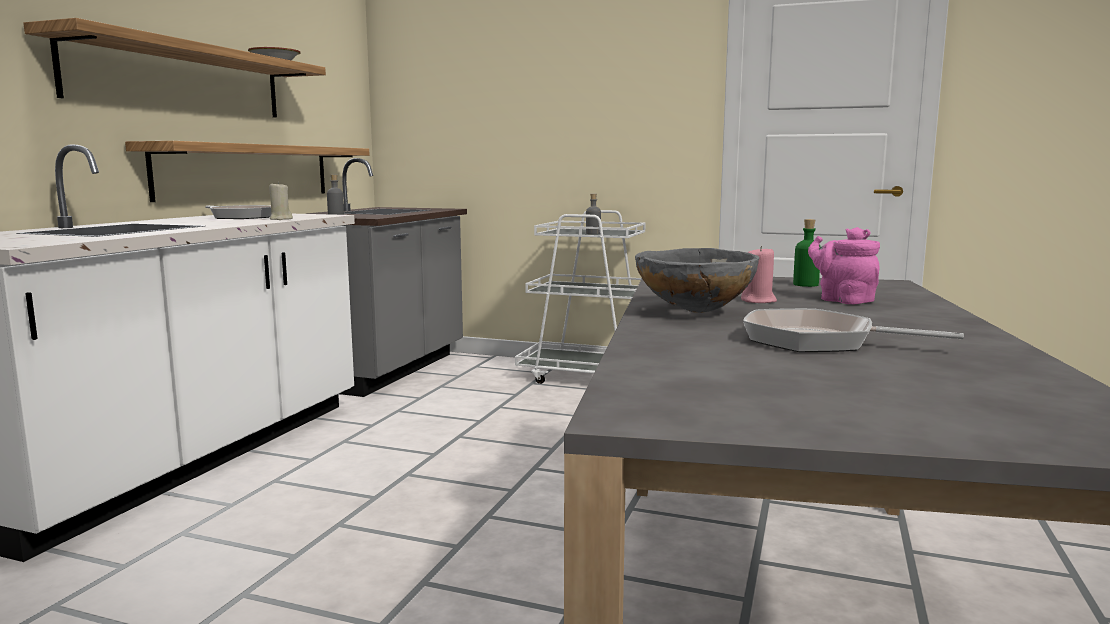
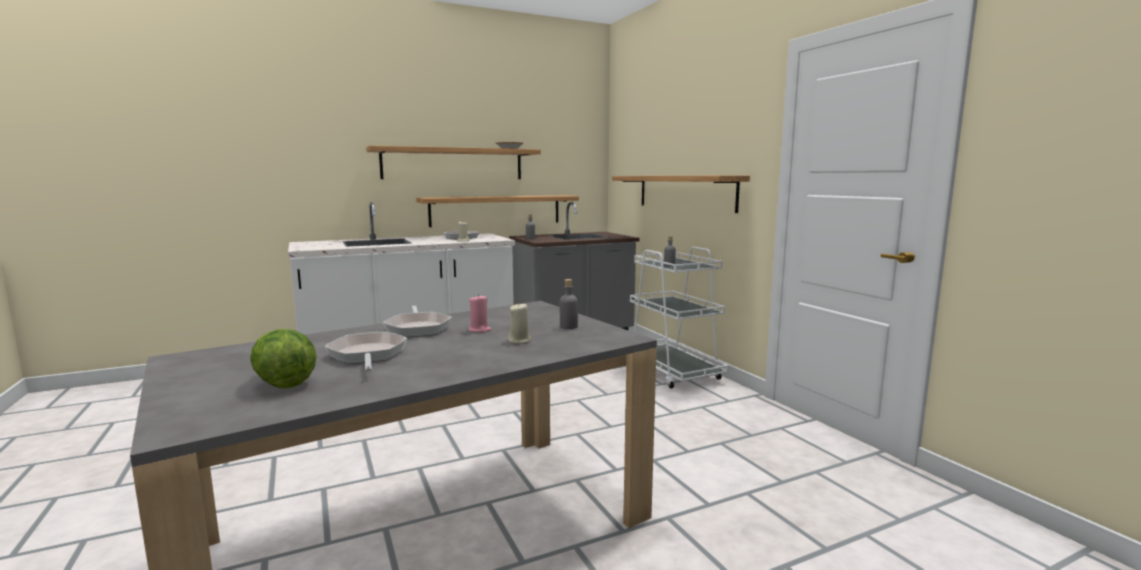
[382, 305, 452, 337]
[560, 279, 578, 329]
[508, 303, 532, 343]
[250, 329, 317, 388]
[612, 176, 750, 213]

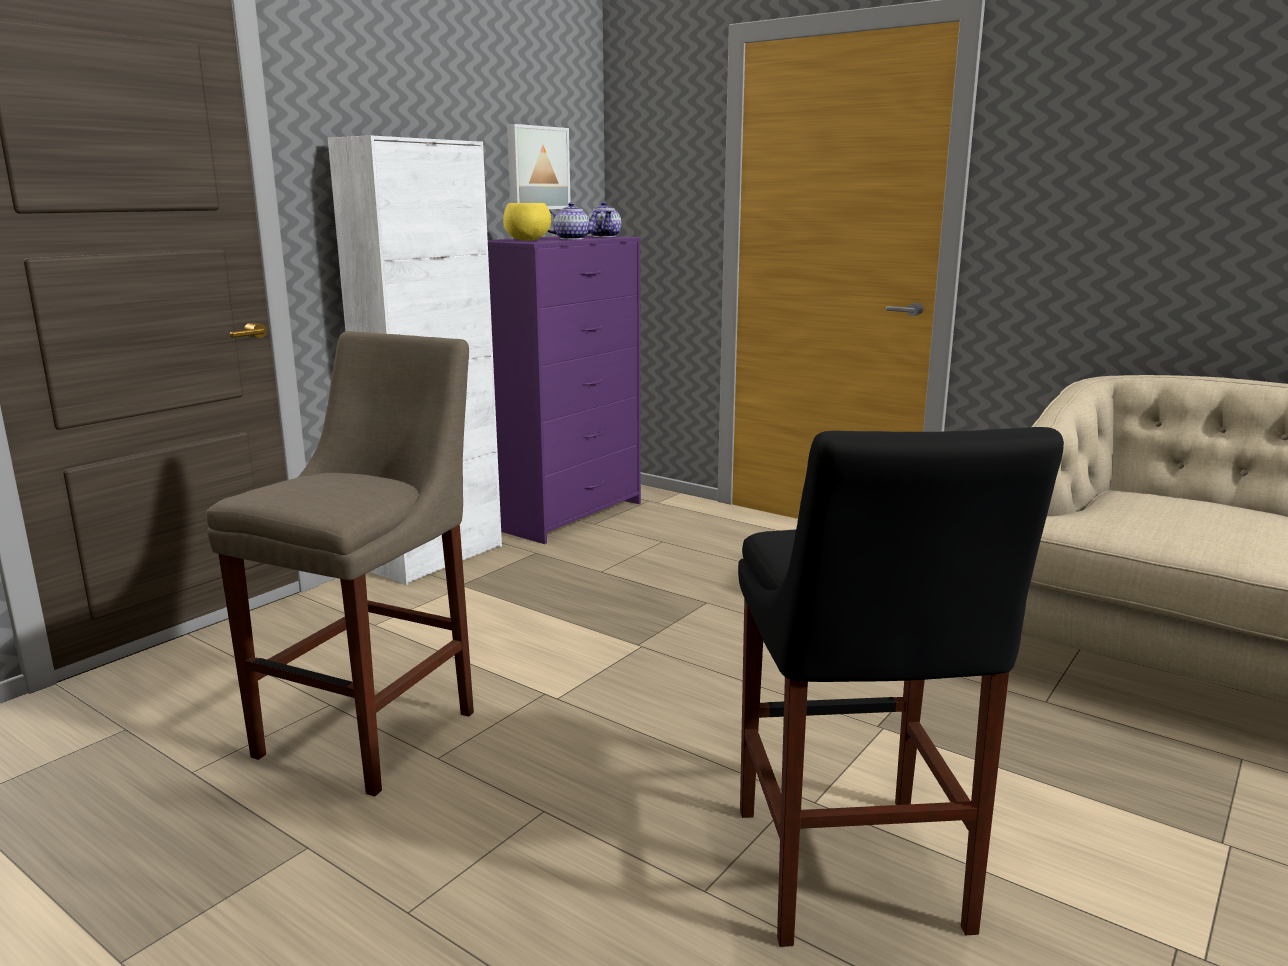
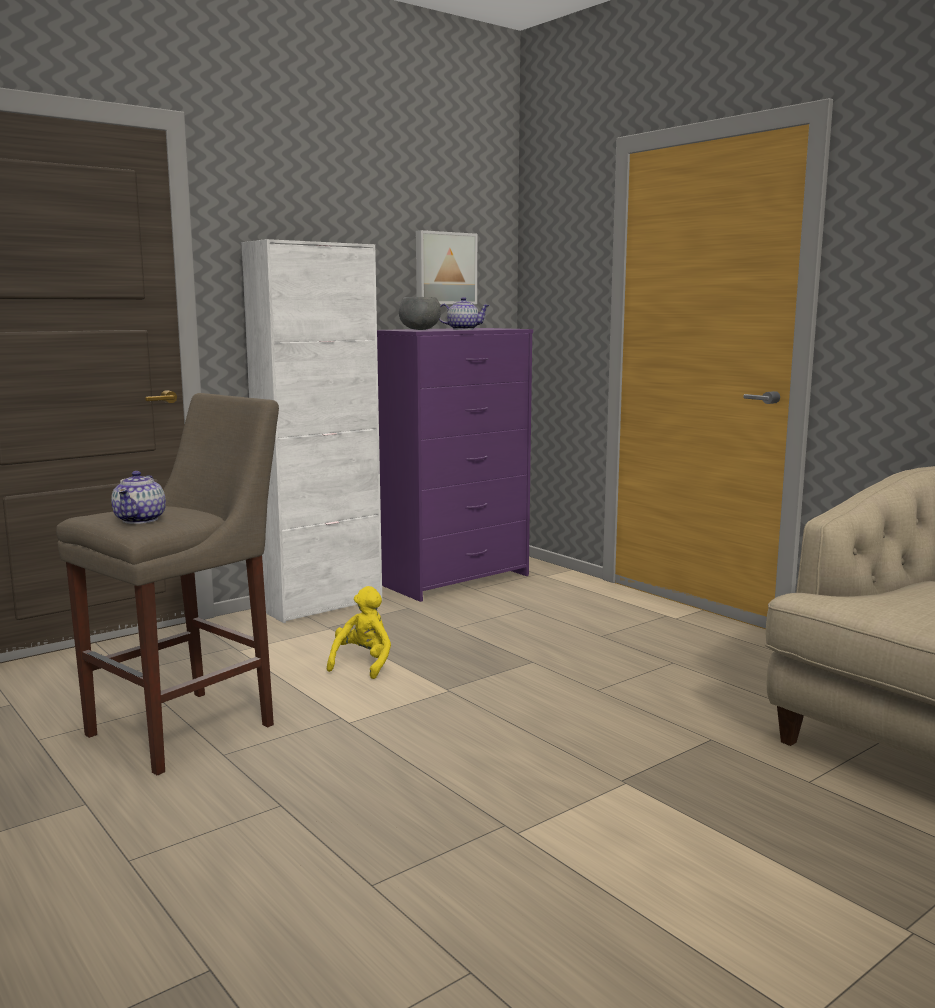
[399, 297, 441, 330]
[111, 471, 166, 524]
[738, 427, 1064, 947] (first image)
[327, 586, 391, 679]

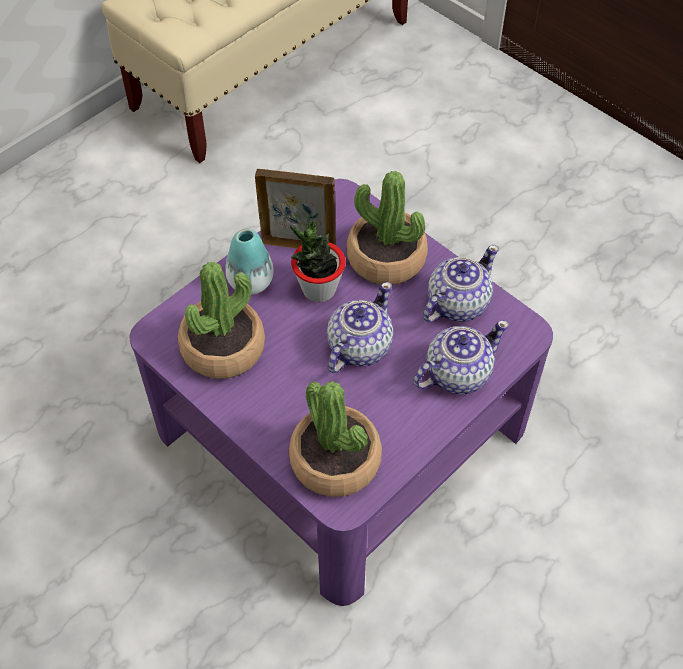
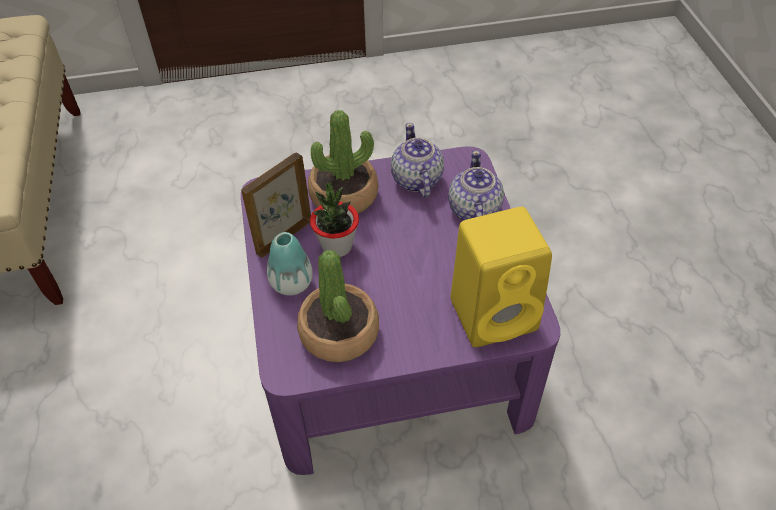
[451, 207, 552, 347]
[327, 282, 393, 373] (first image)

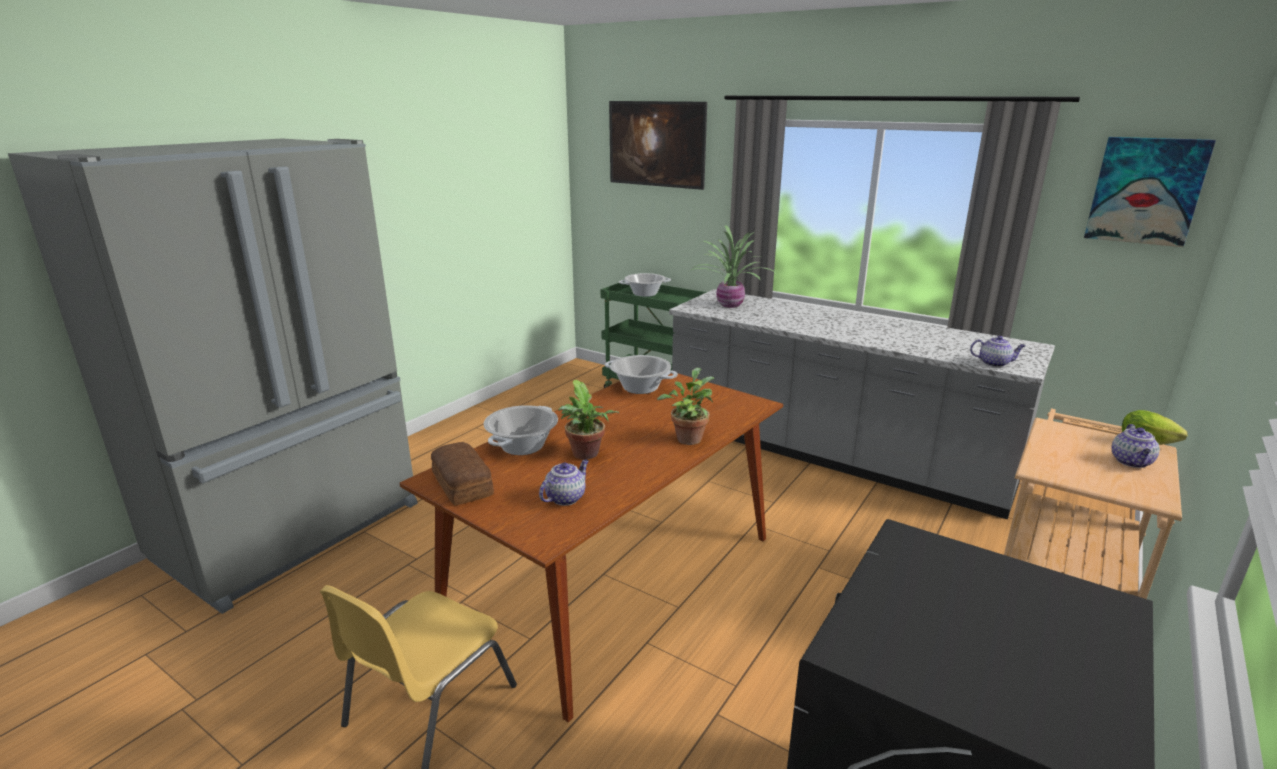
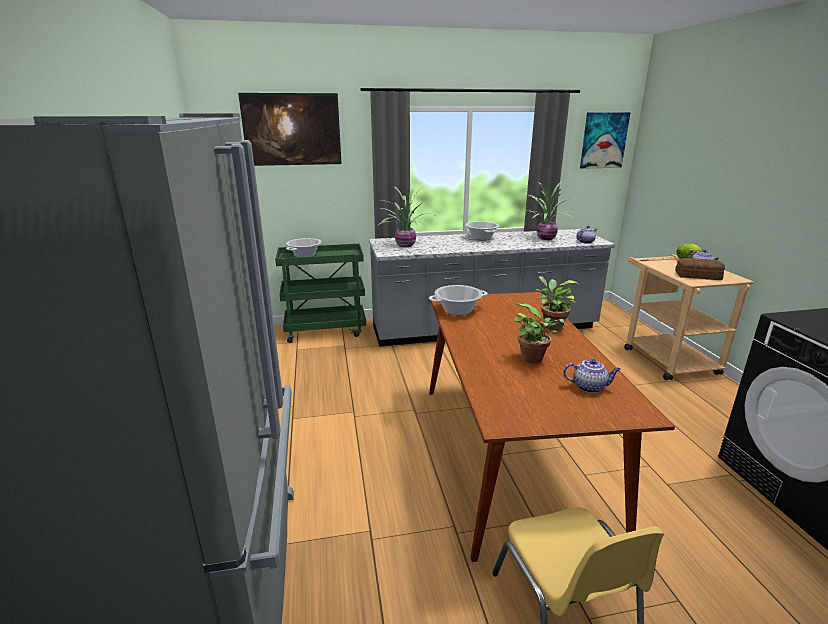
[675, 258, 725, 280]
[465, 221, 499, 240]
[563, 359, 621, 393]
[516, 182, 576, 240]

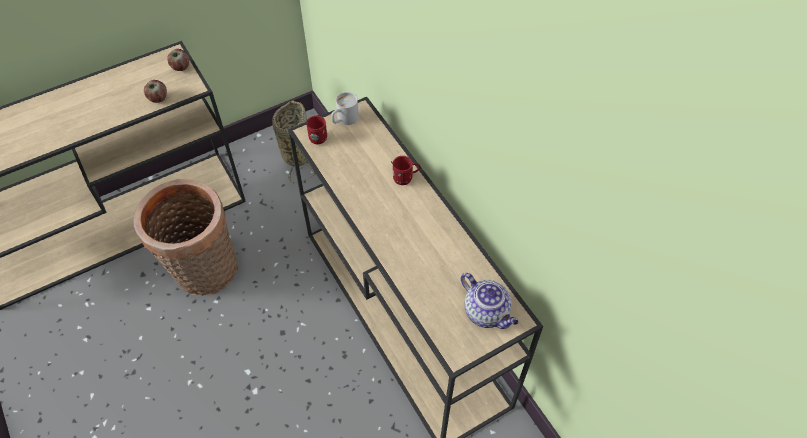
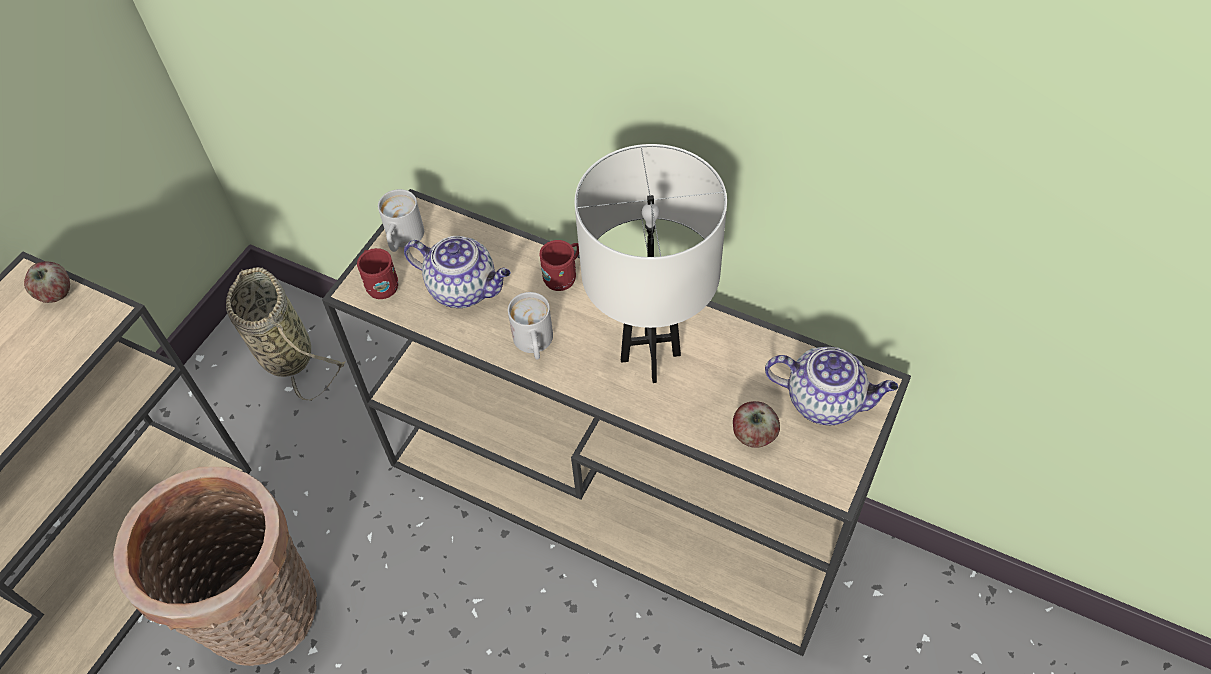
[733, 401, 780, 448]
[404, 236, 511, 308]
[508, 292, 553, 359]
[575, 144, 727, 383]

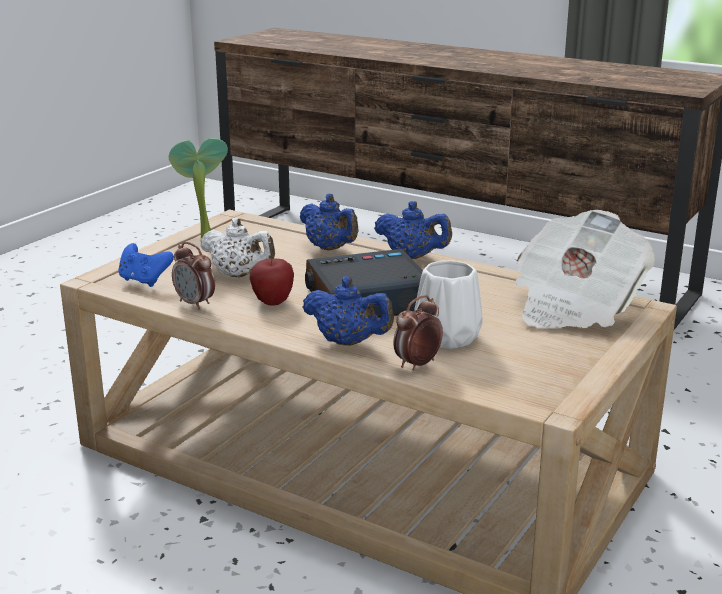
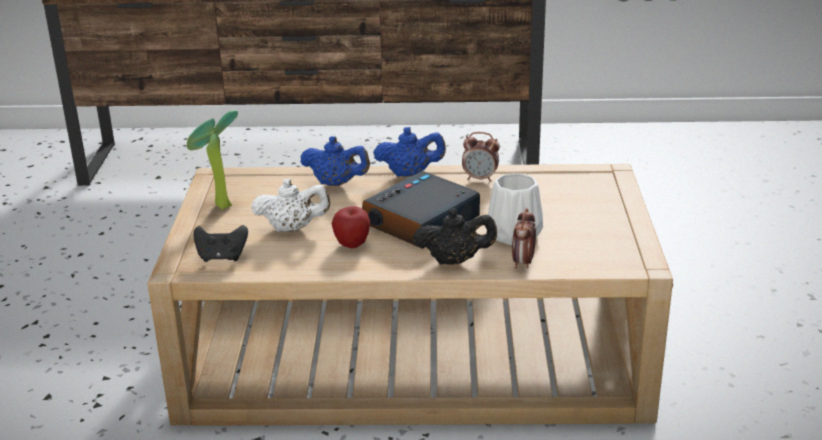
[193, 225, 248, 262]
[462, 132, 500, 182]
[413, 208, 497, 265]
[515, 210, 655, 329] (first image)

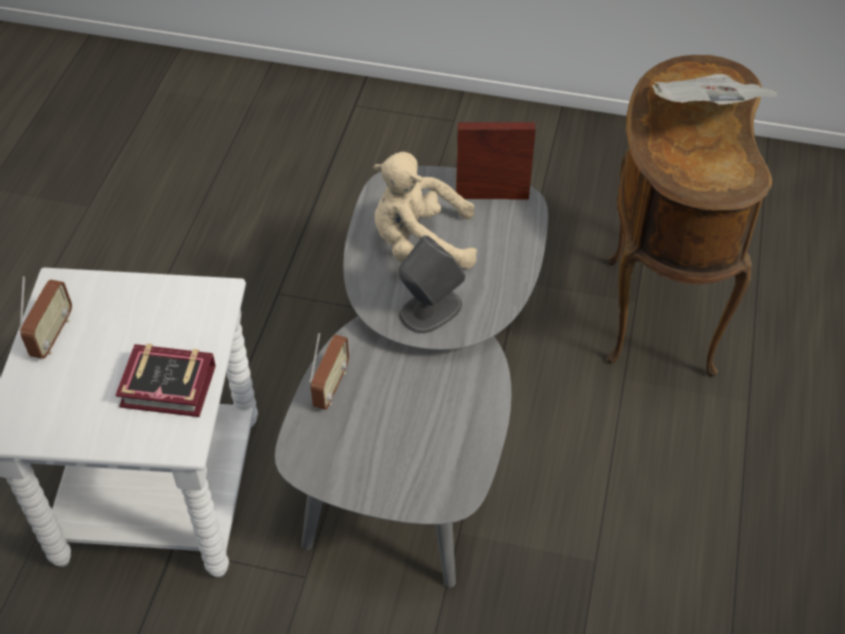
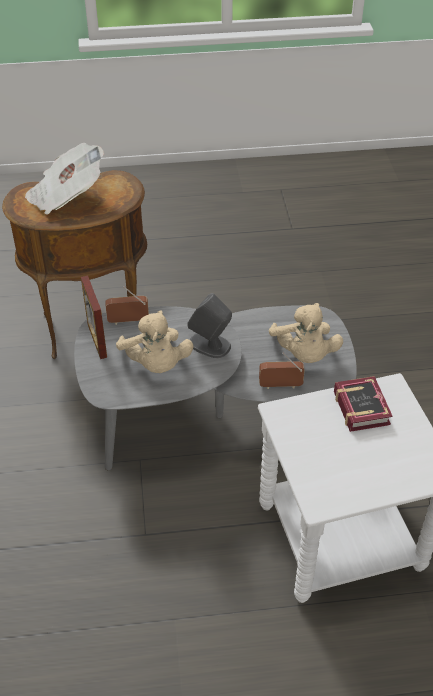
[105, 287, 149, 325]
[269, 303, 343, 363]

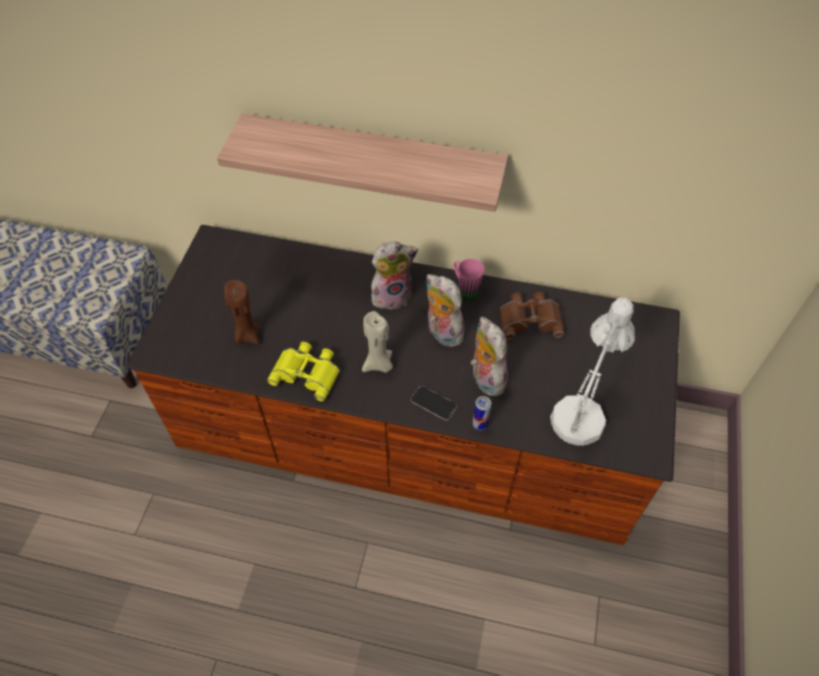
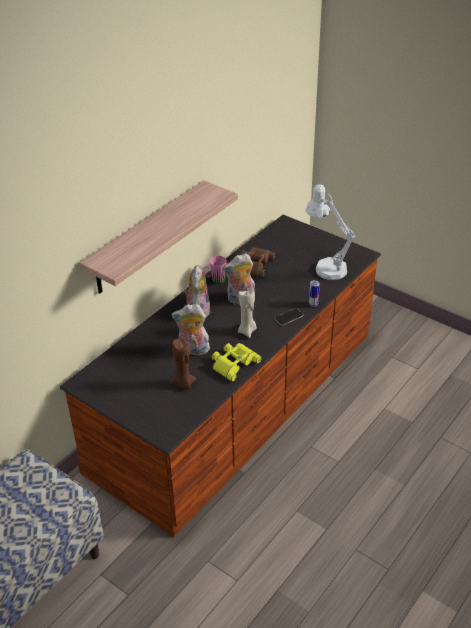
[172, 304, 211, 355]

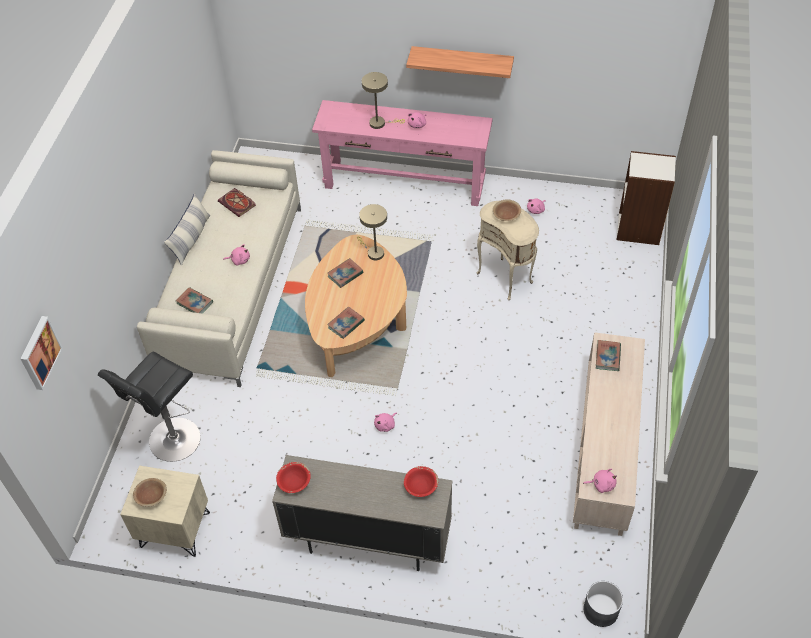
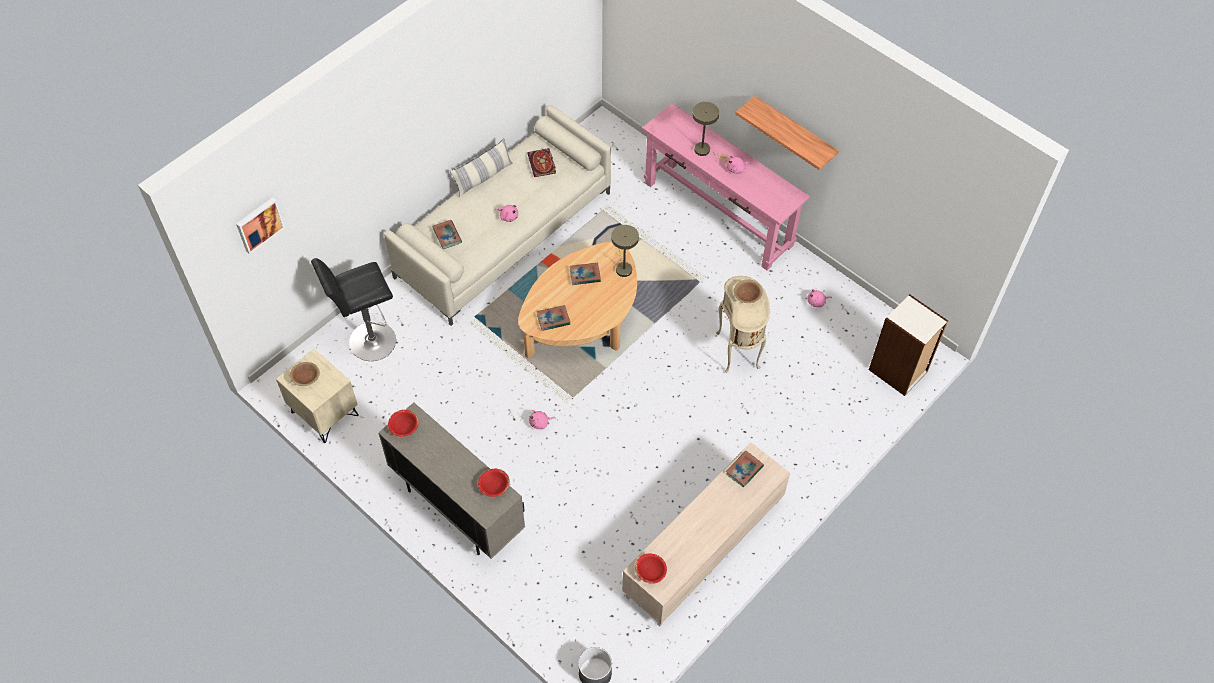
[635, 553, 667, 584]

